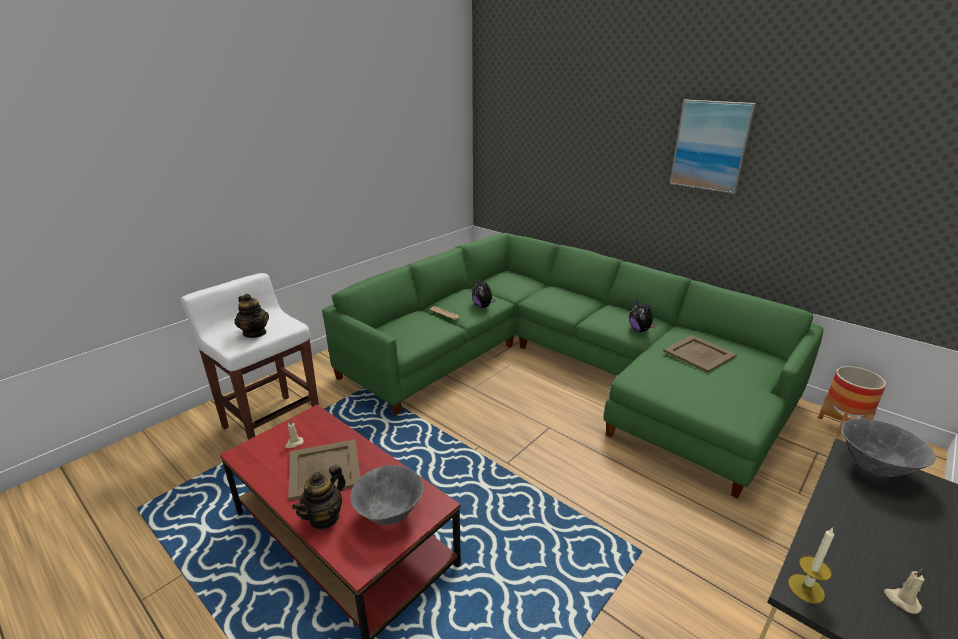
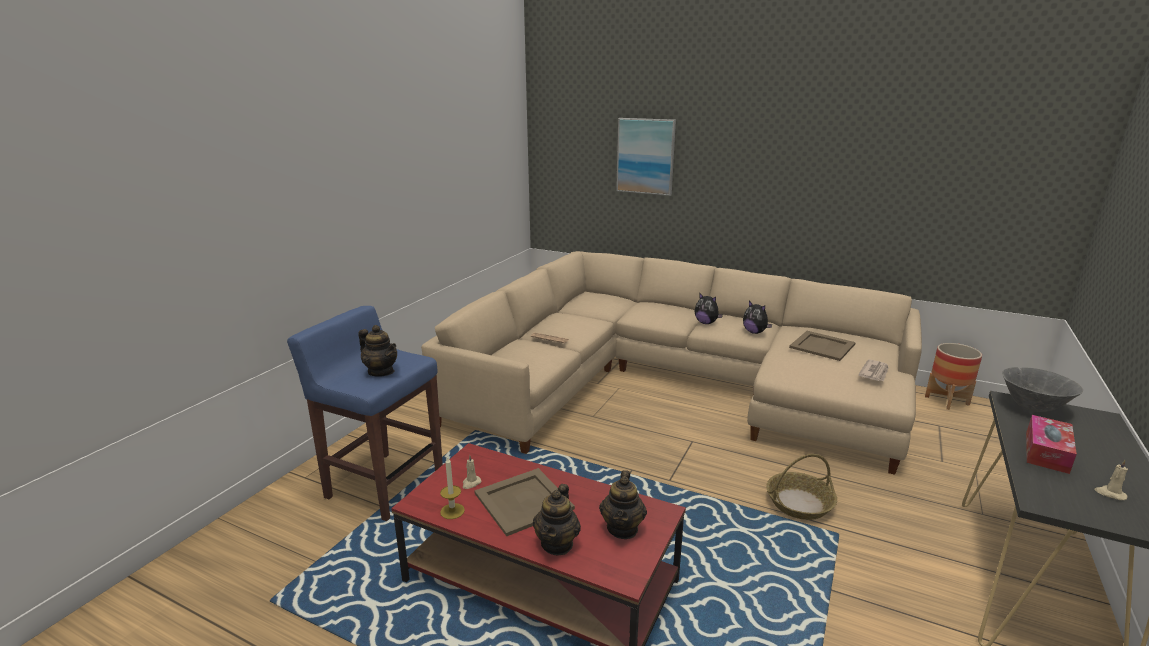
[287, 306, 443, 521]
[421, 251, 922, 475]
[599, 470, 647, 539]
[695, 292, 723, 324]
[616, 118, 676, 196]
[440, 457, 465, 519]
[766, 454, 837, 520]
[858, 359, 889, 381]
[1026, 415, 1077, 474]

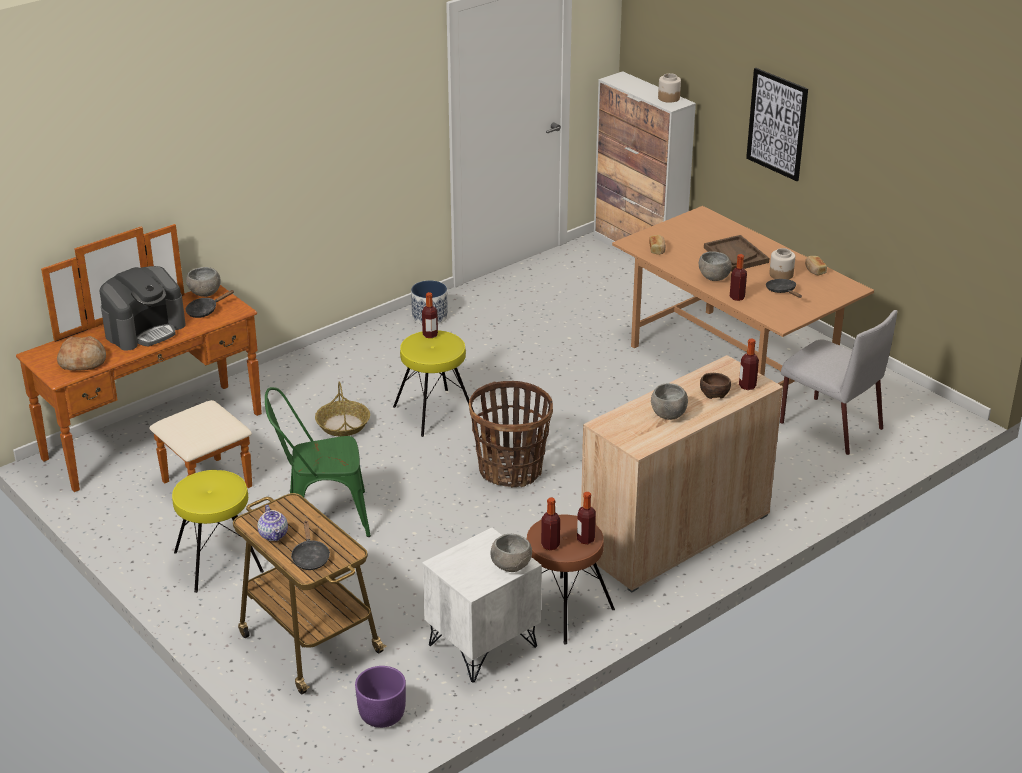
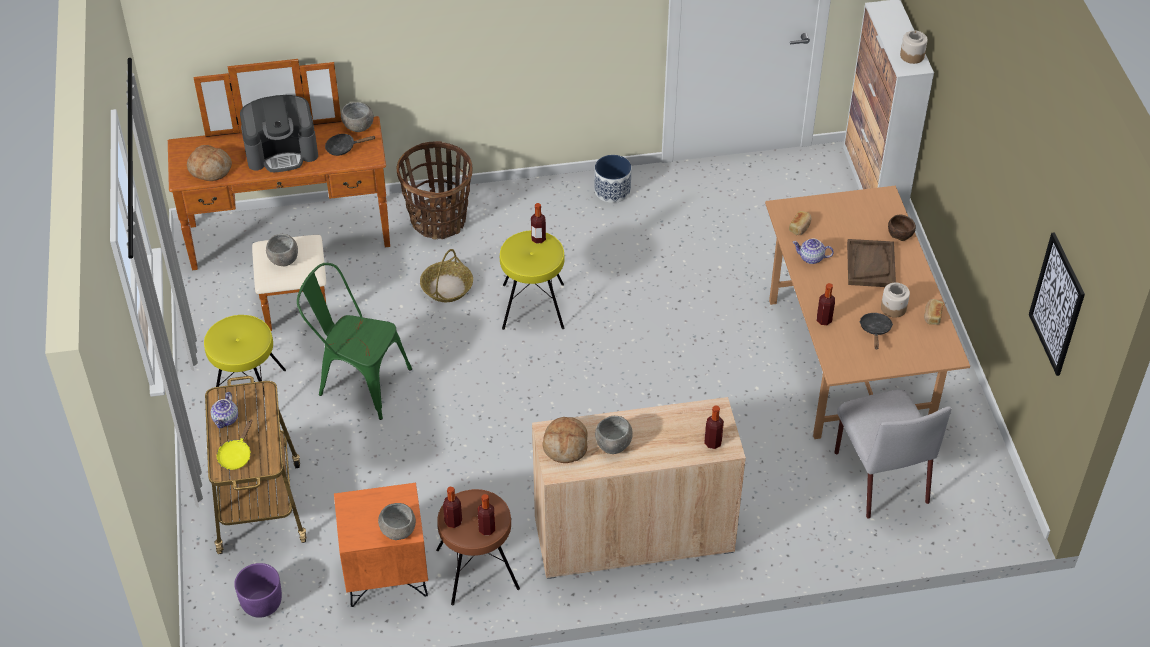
[217, 420, 252, 470]
[334, 483, 428, 607]
[397, 141, 472, 239]
[266, 234, 298, 266]
[888, 215, 916, 241]
[1029, 232, 1085, 376]
[542, 417, 588, 463]
[792, 239, 834, 264]

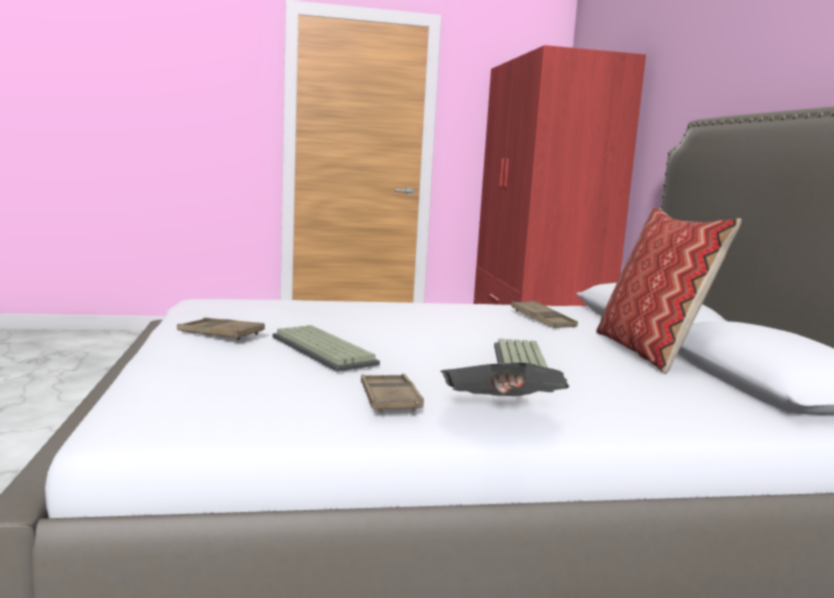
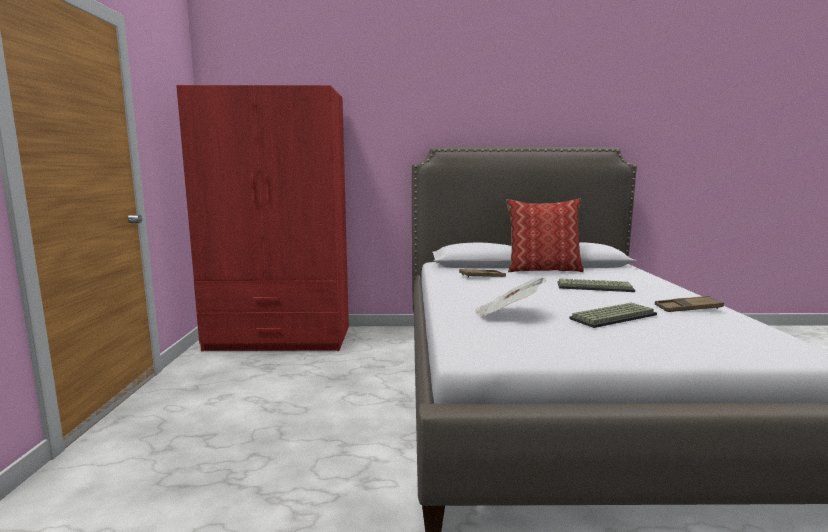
[177, 318, 265, 340] (first image)
[475, 278, 546, 317]

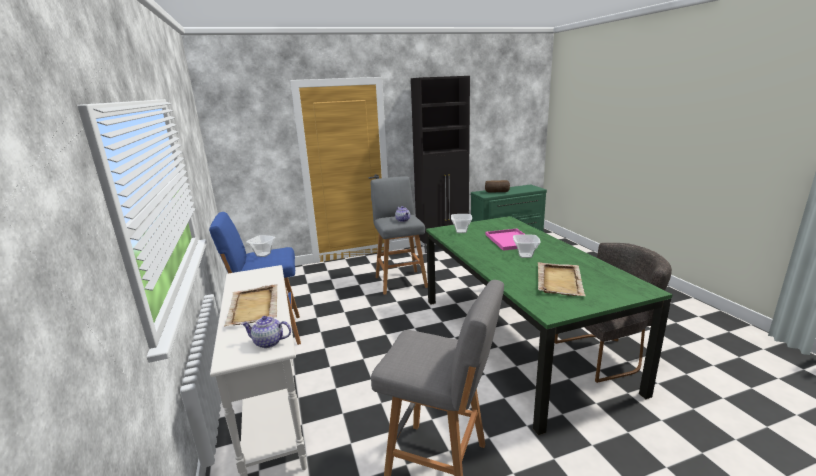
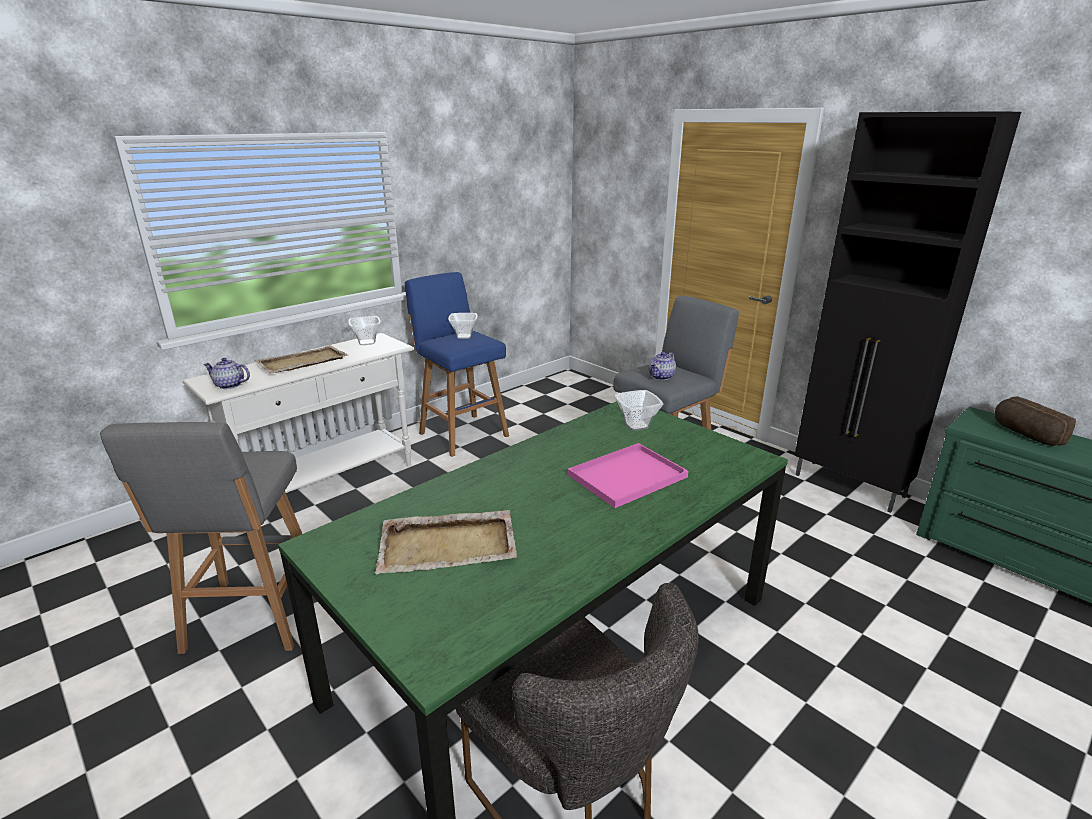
[203, 358, 250, 389]
[348, 316, 381, 345]

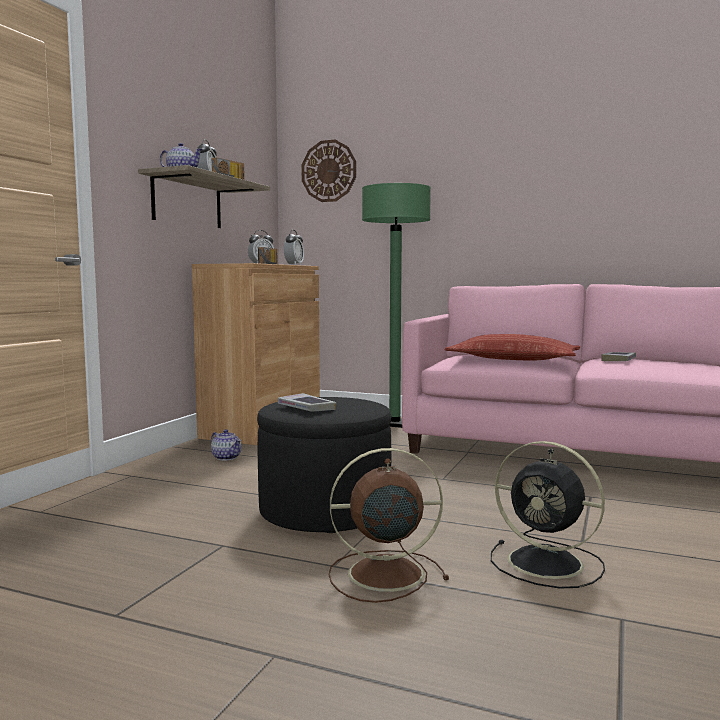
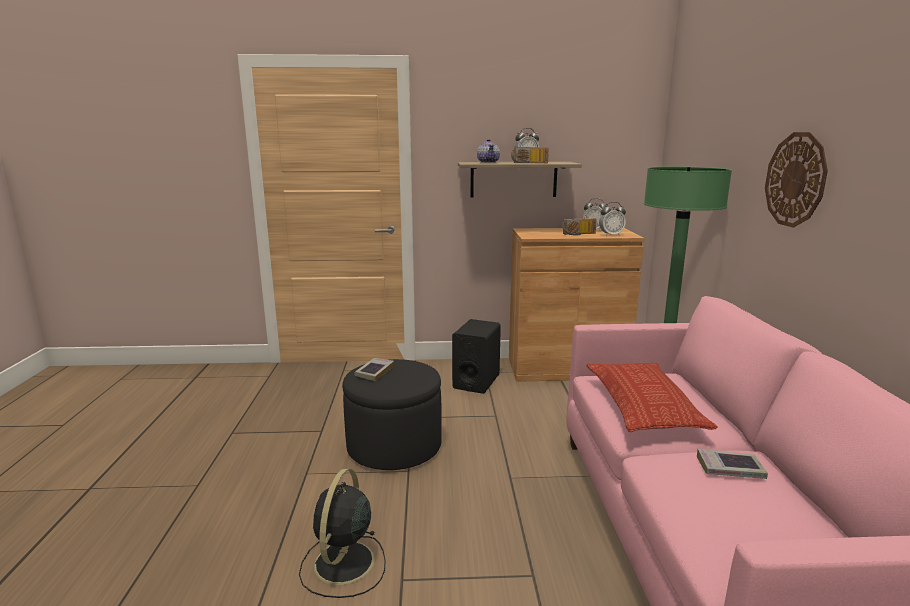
[452, 319, 501, 394]
[765, 132, 828, 227]
[328, 448, 449, 603] (first image)

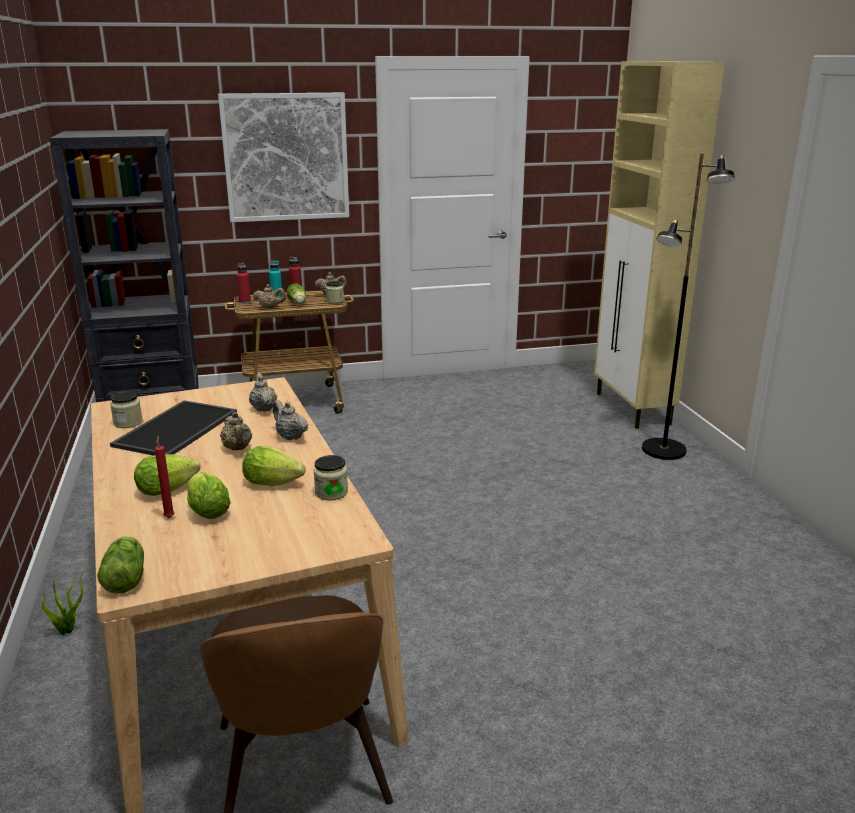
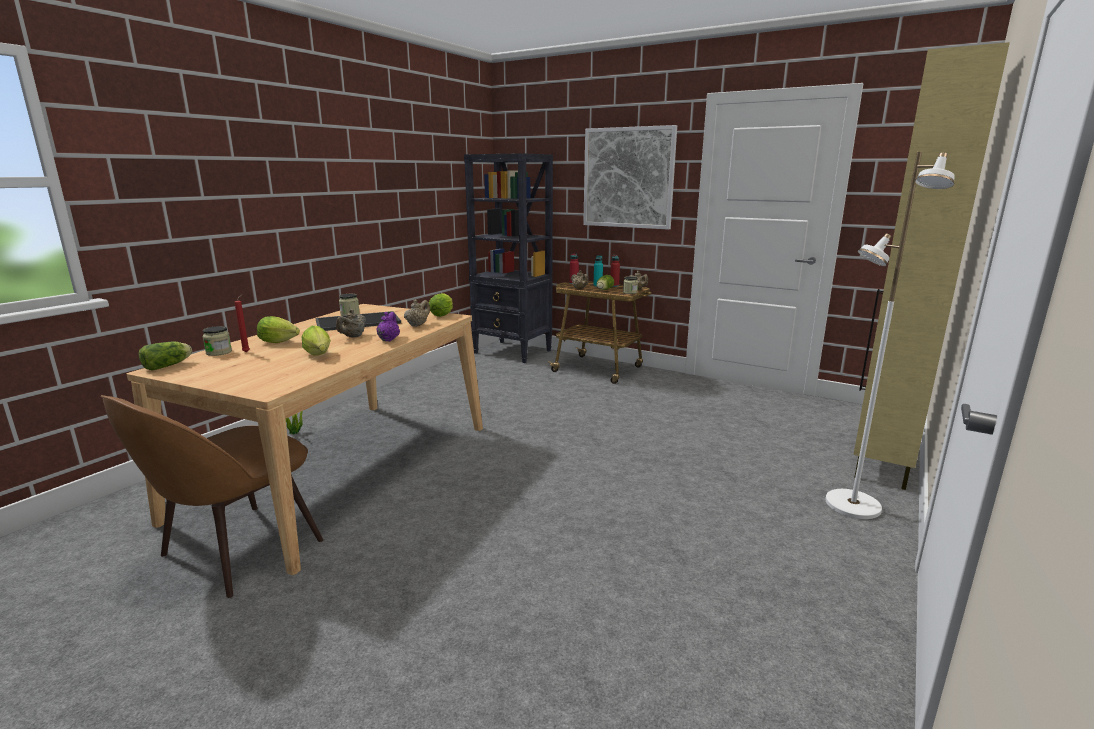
[429, 293, 453, 317]
[376, 312, 400, 342]
[203, 326, 232, 356]
[825, 152, 955, 519]

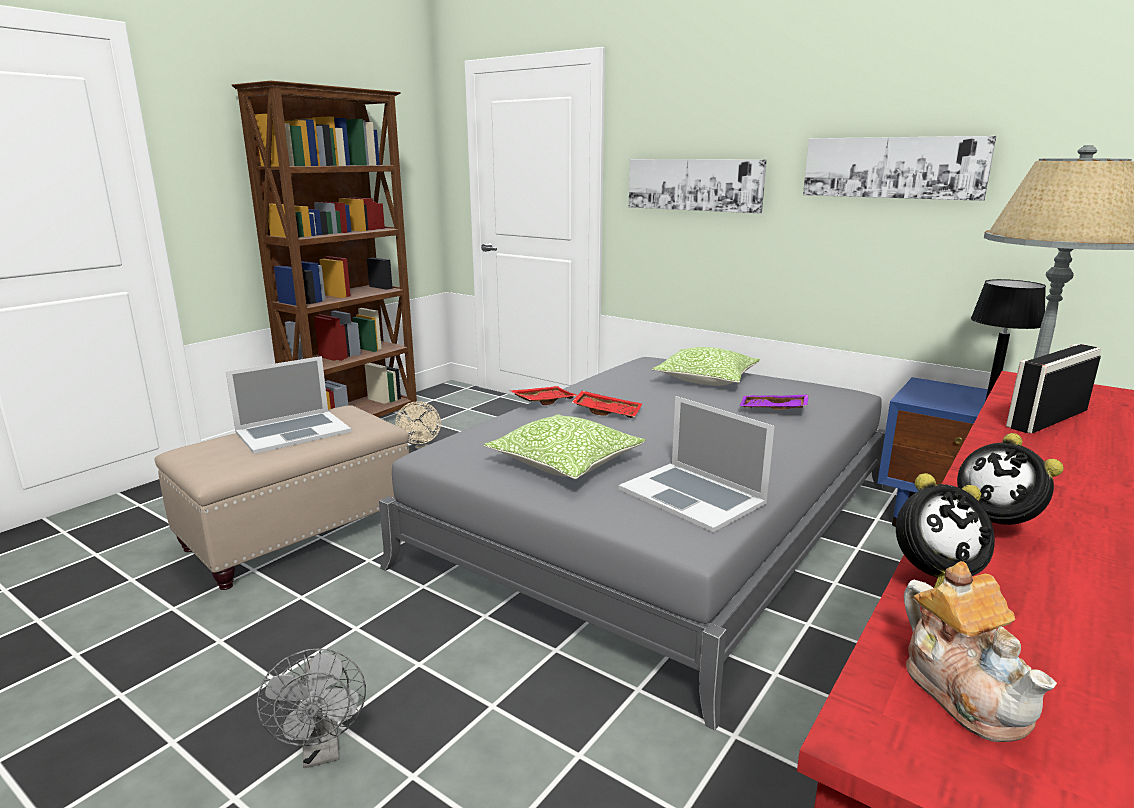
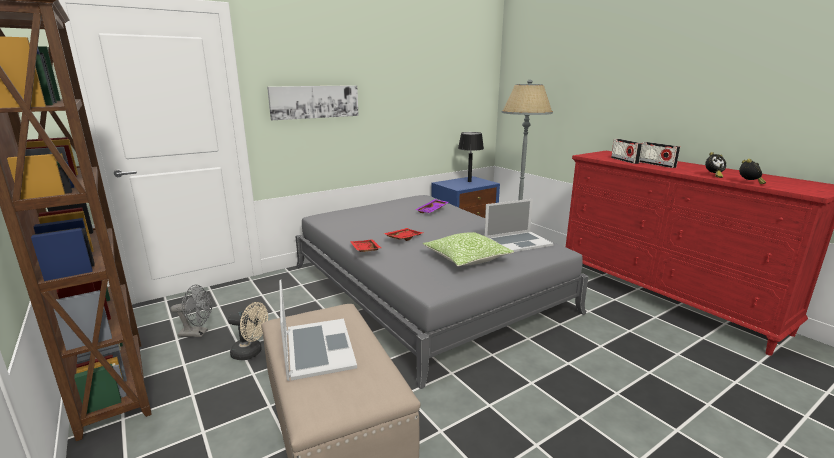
[170, 285, 212, 337]
[652, 347, 760, 386] (first image)
[803, 136, 997, 201] (first image)
[904, 561, 1057, 742] (first image)
[640, 142, 680, 168]

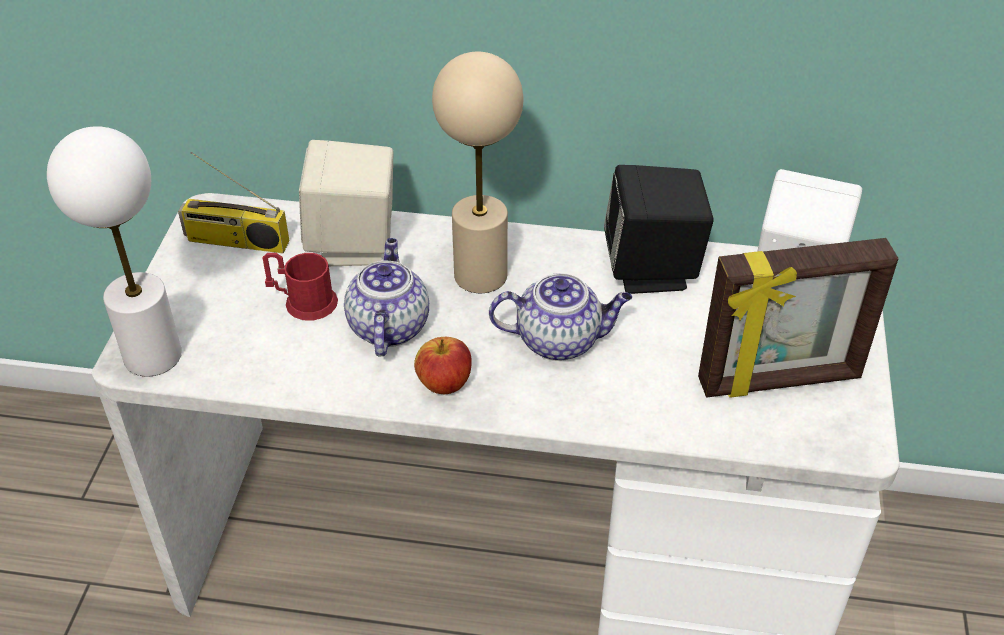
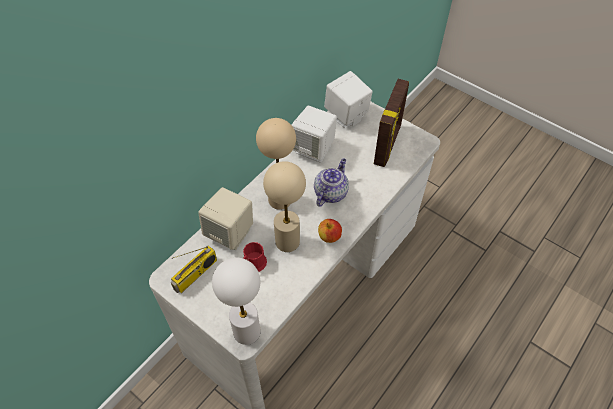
[263, 161, 306, 252]
[292, 106, 337, 163]

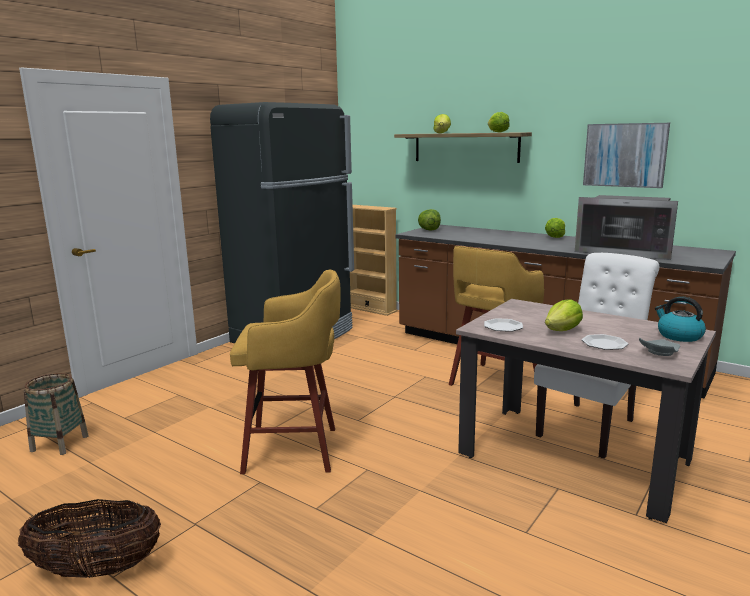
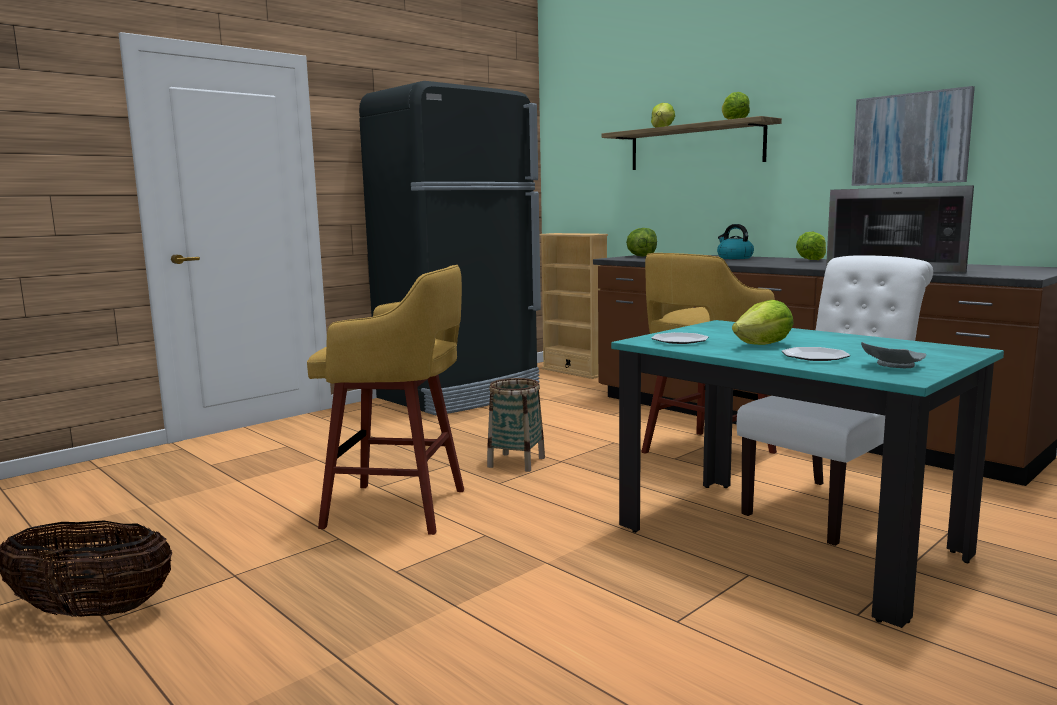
[487, 378, 545, 472]
[611, 320, 1004, 628]
[717, 224, 754, 259]

